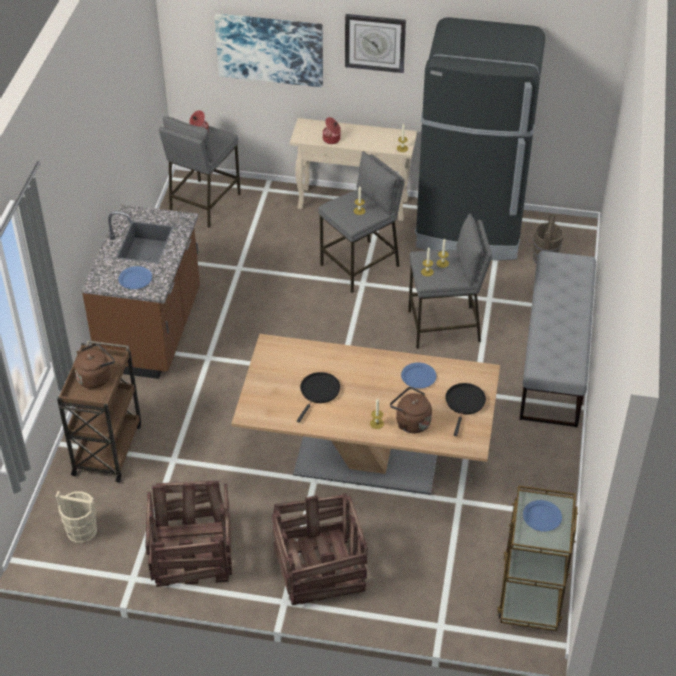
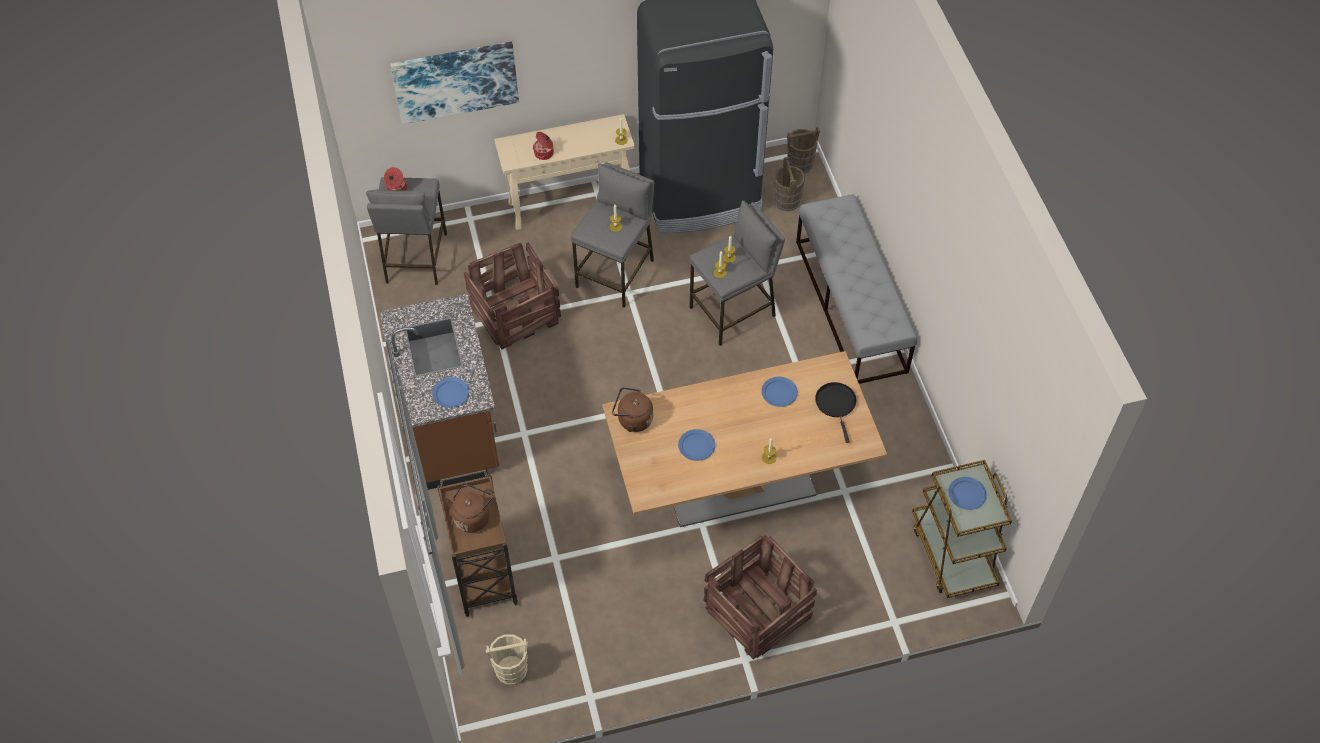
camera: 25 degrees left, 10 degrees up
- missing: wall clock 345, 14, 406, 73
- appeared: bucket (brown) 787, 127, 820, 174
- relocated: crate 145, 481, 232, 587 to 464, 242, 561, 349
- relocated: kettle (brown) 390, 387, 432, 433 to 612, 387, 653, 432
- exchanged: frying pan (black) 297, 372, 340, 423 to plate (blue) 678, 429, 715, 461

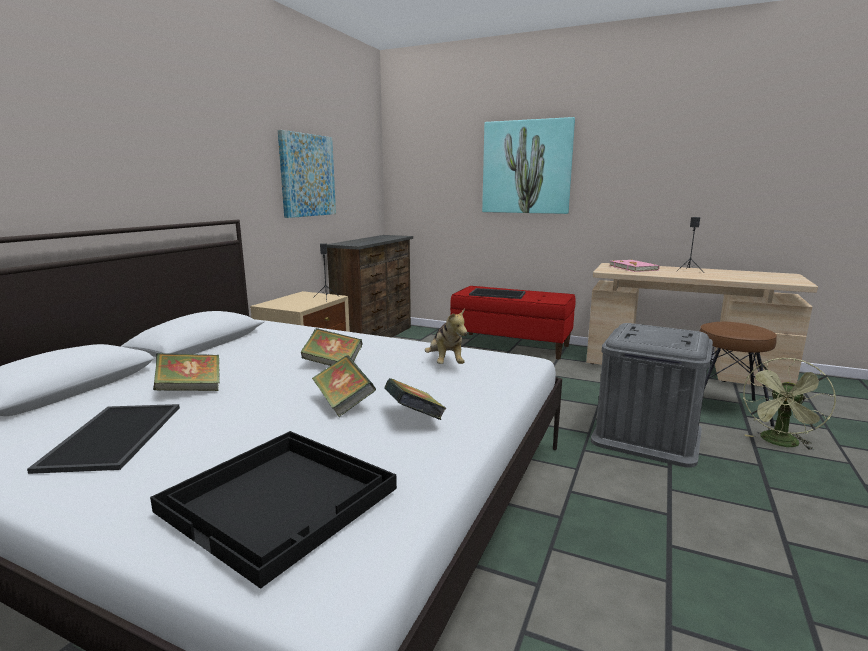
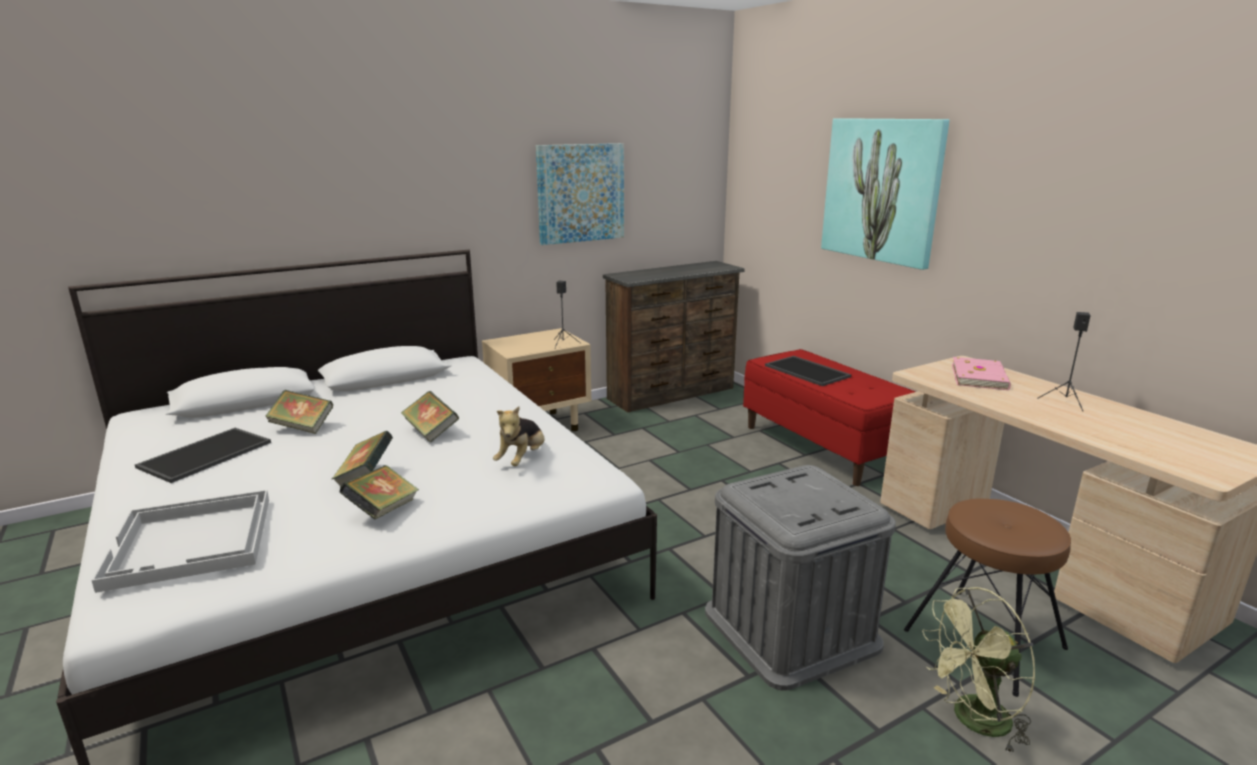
camera: 35 degrees right, 5 degrees up
- colour: tray (black) 150, 431, 397, 589 to tray (white) 91, 490, 269, 593

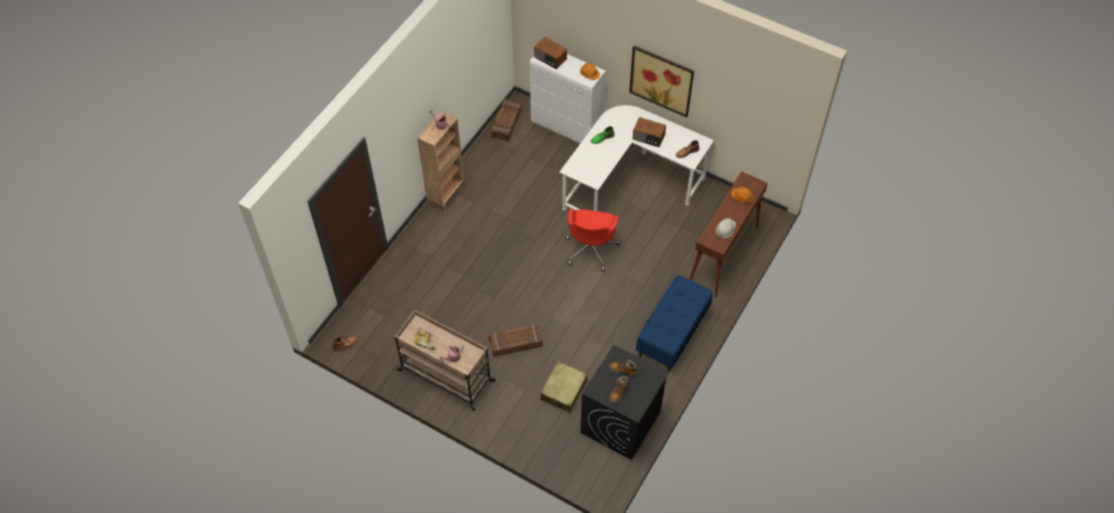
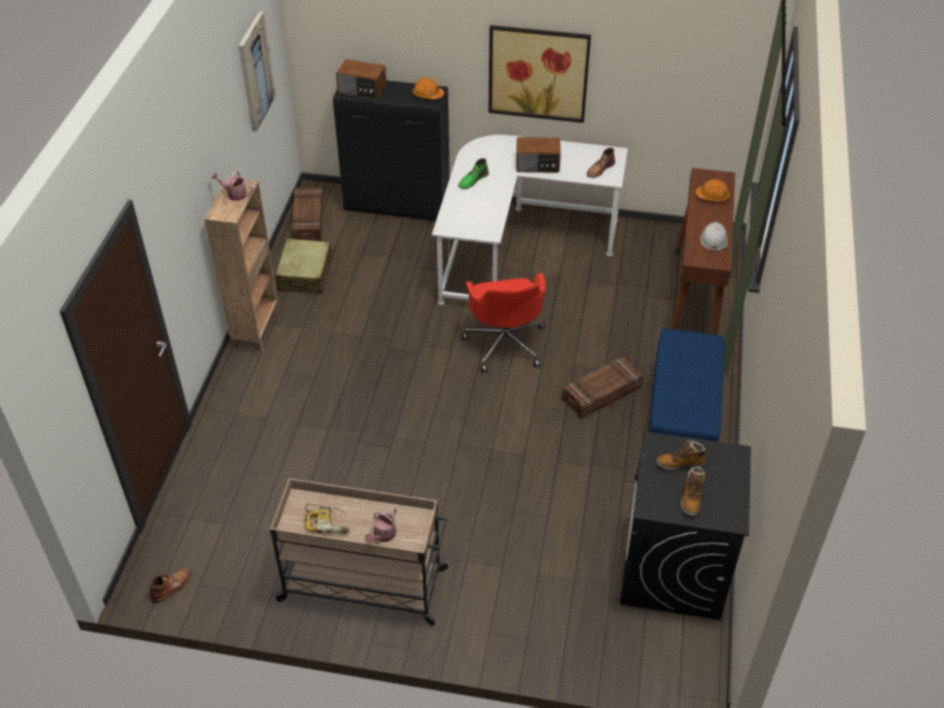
camera: 20 degrees left, 10 degrees down
- appeared: picture 238, 11, 276, 131
- relocated: crate 489, 324, 543, 357 to 562, 357, 644, 419
- relocated: suitcase (beige) 541, 361, 587, 413 to 276, 239, 332, 294
- colour: cabinet (white) 530, 54, 606, 144 to cabinet (black) 333, 80, 450, 221

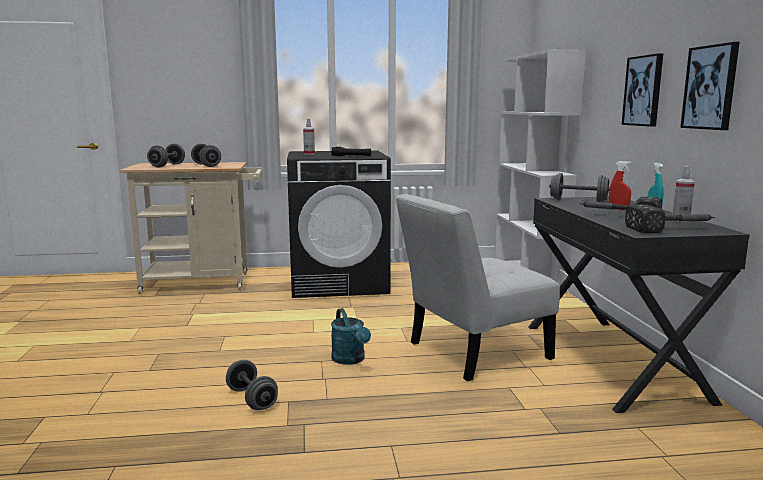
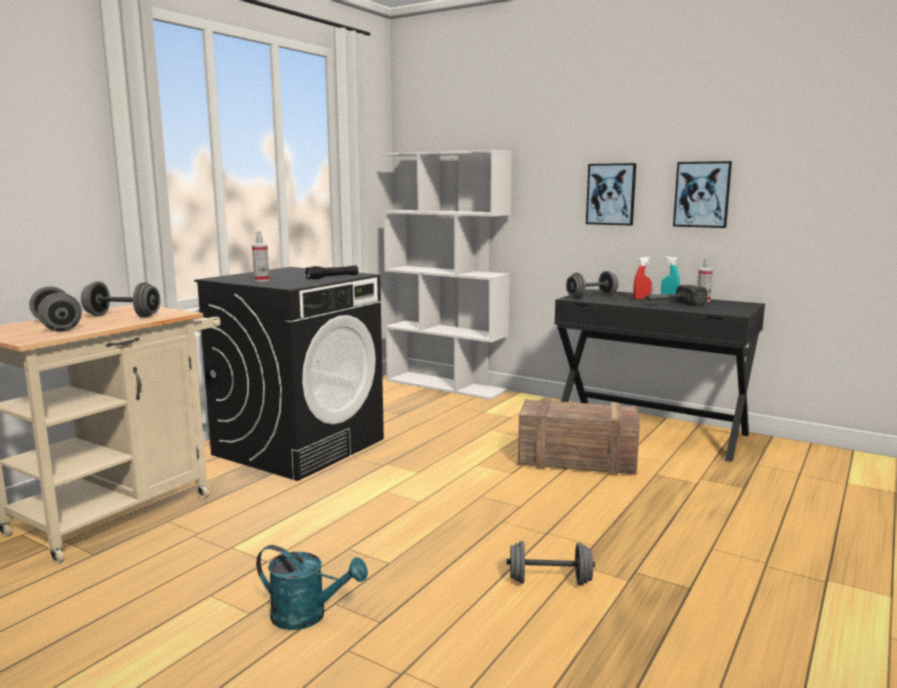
camera: 50 degrees left, 0 degrees up
- missing: hammer 625, 205, 715, 233
- relocated: watering can (turquoise) 331, 308, 371, 365 to 256, 545, 368, 630
- exchanged: chair (white) 396, 194, 560, 381 to crate 518, 398, 640, 476

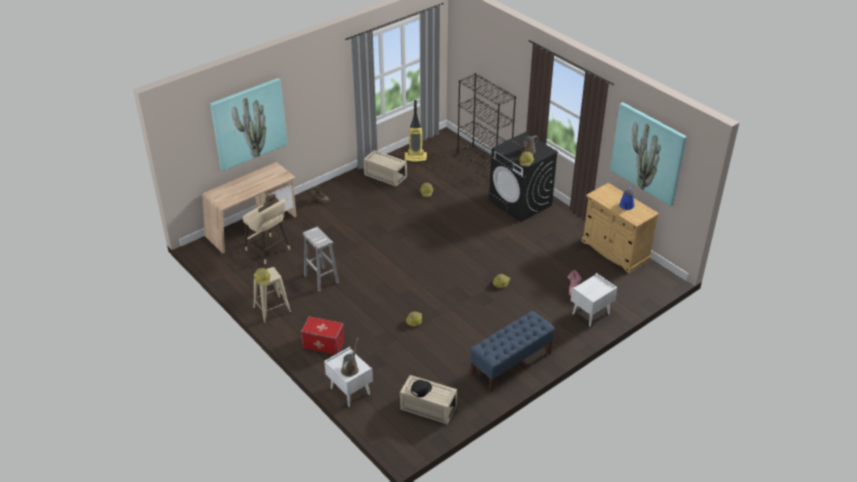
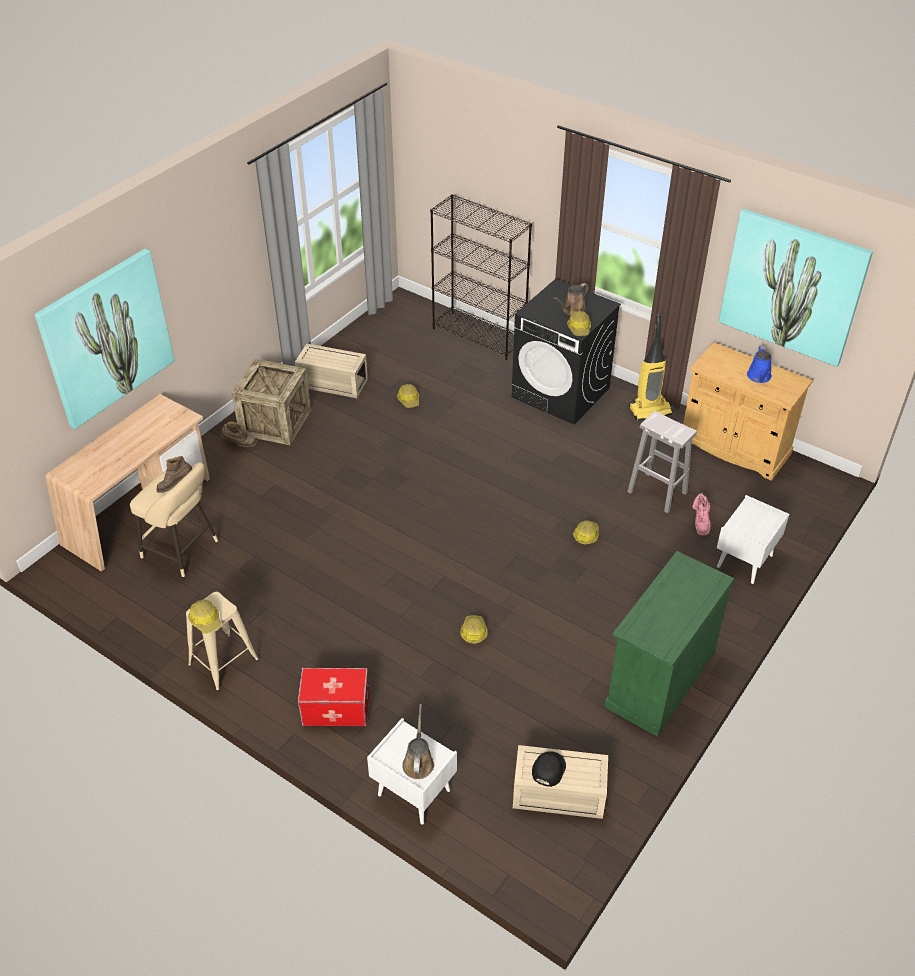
camera: 15 degrees left, 5 degrees up
- appeared: crate 232, 359, 311, 445
- relocated: stool (white) 303, 227, 339, 292 to 627, 411, 697, 513
- relocated: vacuum cleaner 404, 100, 427, 163 to 629, 314, 673, 421
- exchanged: bench (blue) 470, 311, 555, 392 to cabinet (green) 604, 551, 734, 736

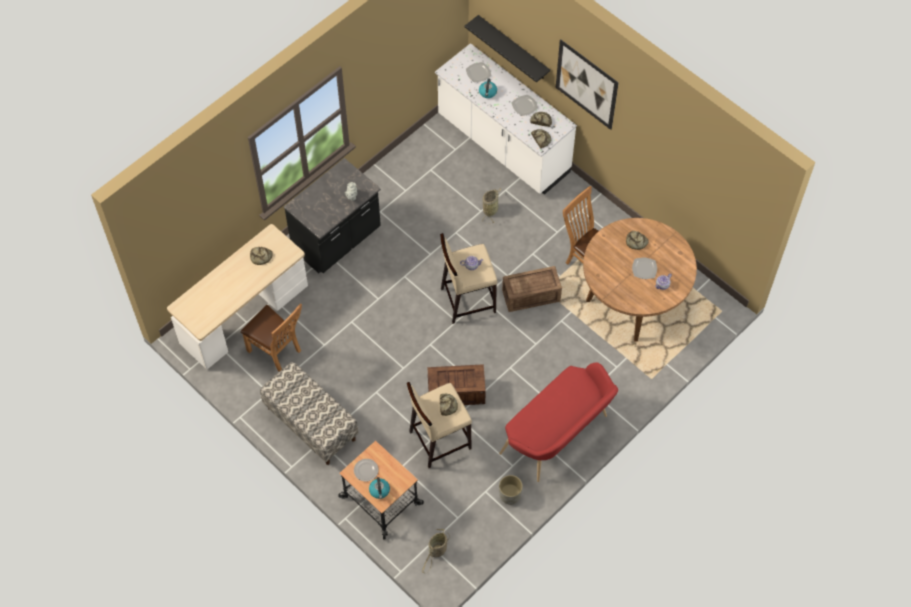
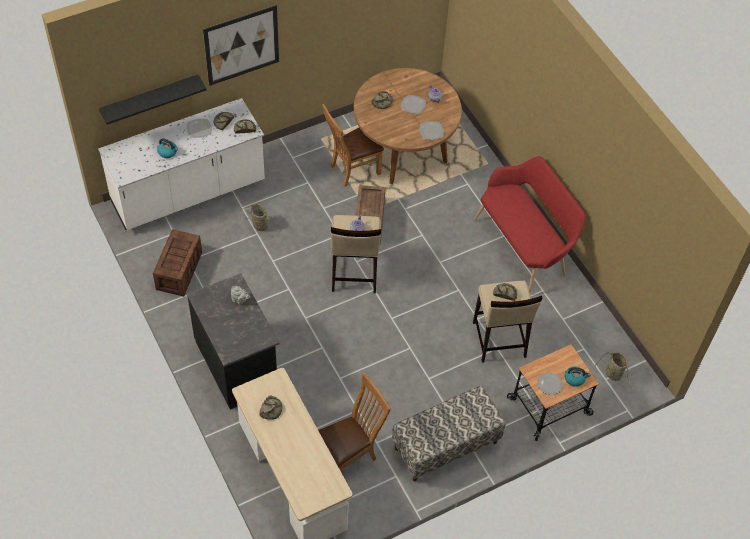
camera: 75 degrees left, 5 degrees down
- missing: planter (grey) 499, 475, 523, 505
- relocated: crate 428, 364, 486, 405 to 153, 229, 202, 297
- relocated: plate 466, 62, 491, 82 to 419, 121, 444, 140

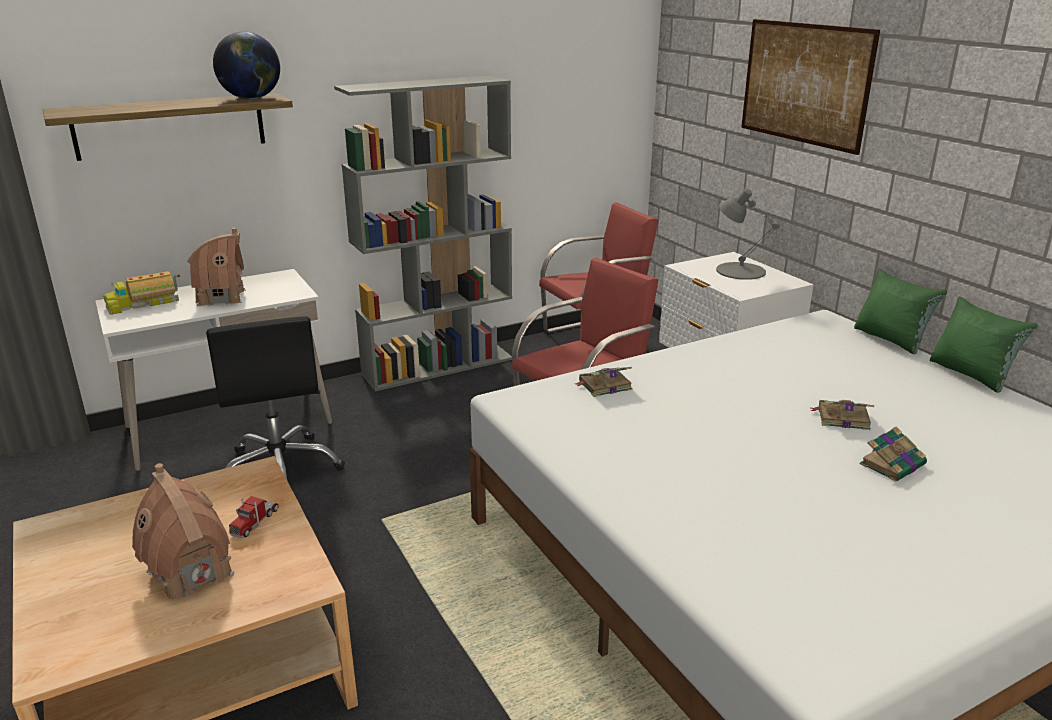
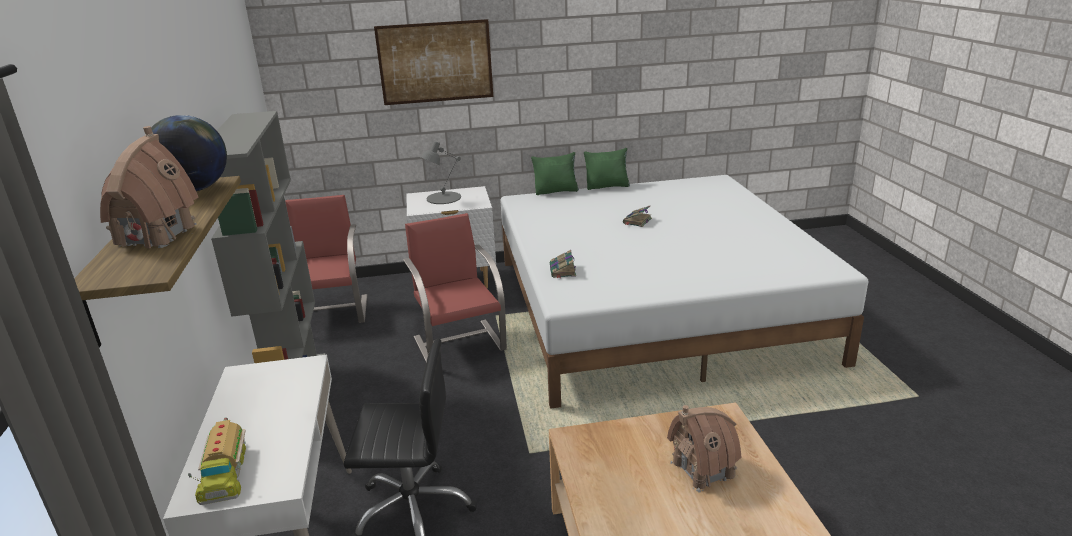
camera: 70 degrees left, 0 degrees up
- missing: toy truck 229, 496, 279, 538
- missing: book 860, 427, 927, 481
- relocated: toy house 187, 228, 246, 307 to 100, 126, 199, 248

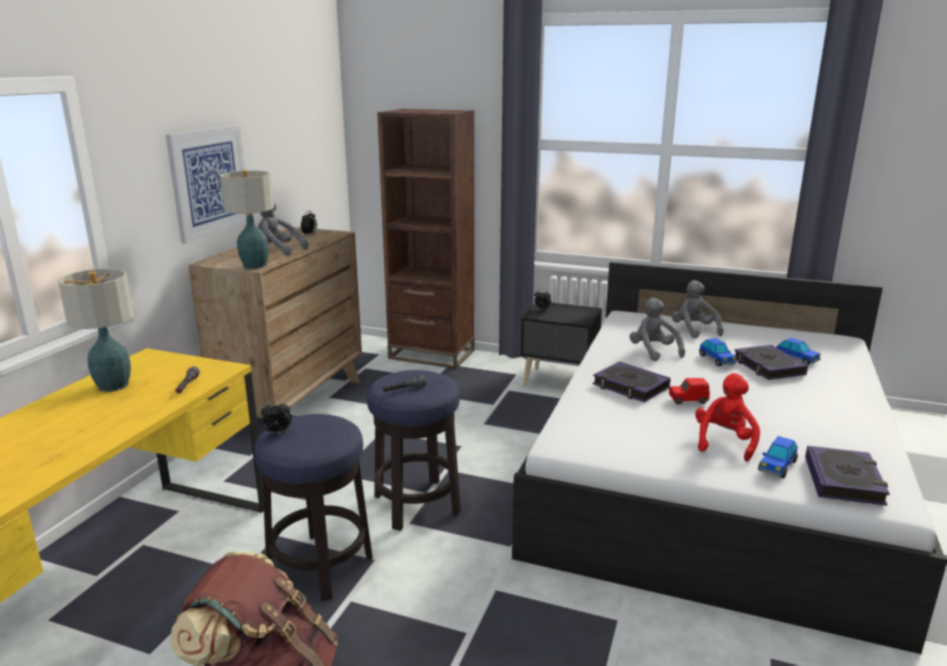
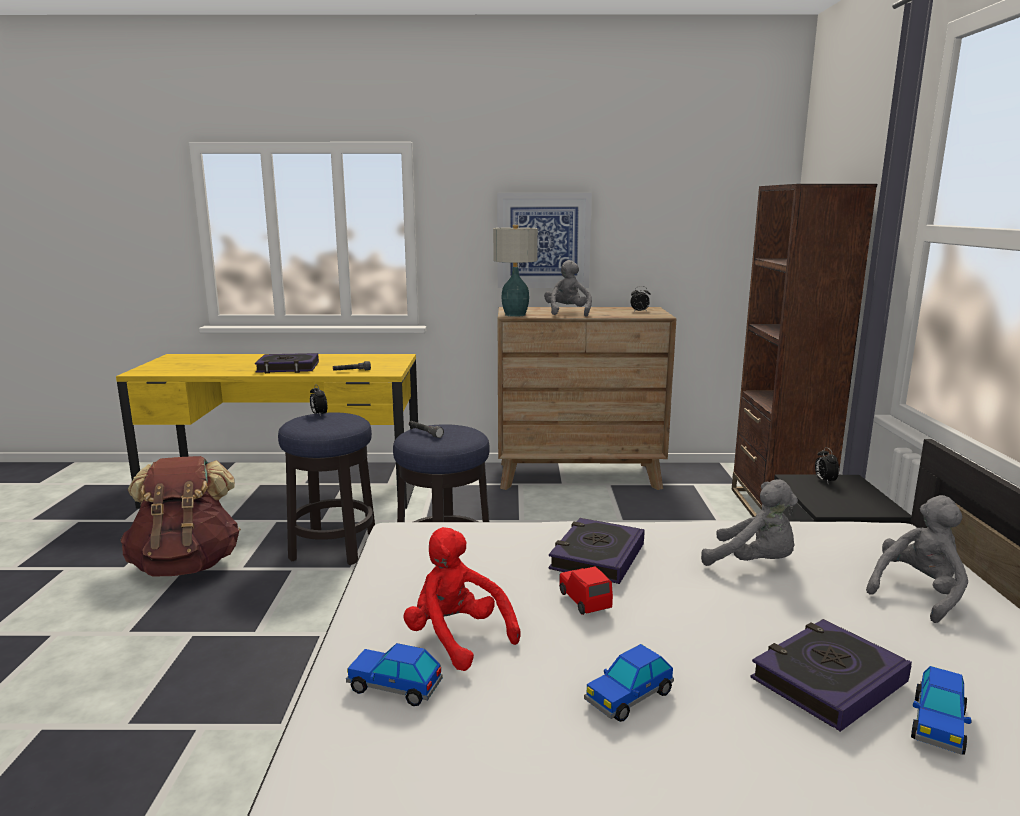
camera: 70 degrees right, 5 degrees down
- missing: table lamp 58, 268, 134, 392
- relocated: toy car 699, 338, 737, 366 to 584, 644, 674, 722
- relocated: book 805, 446, 890, 506 to 255, 353, 319, 373
- spun: plush toy (grey) 630, 298, 685, 361 = 701, 479, 798, 566 75 degrees clockwise
- spun: plush toy (red) 695, 373, 760, 461 = 404, 527, 521, 671 135 degrees counterclockwise

